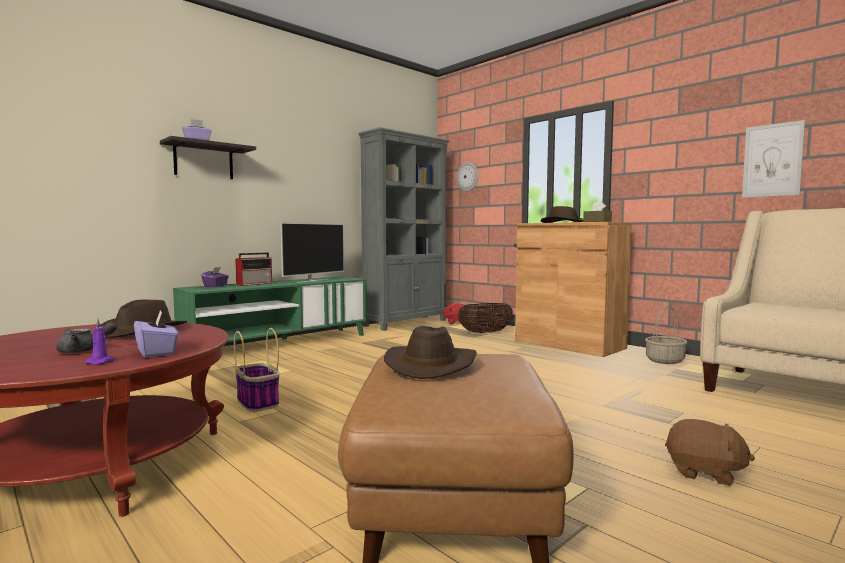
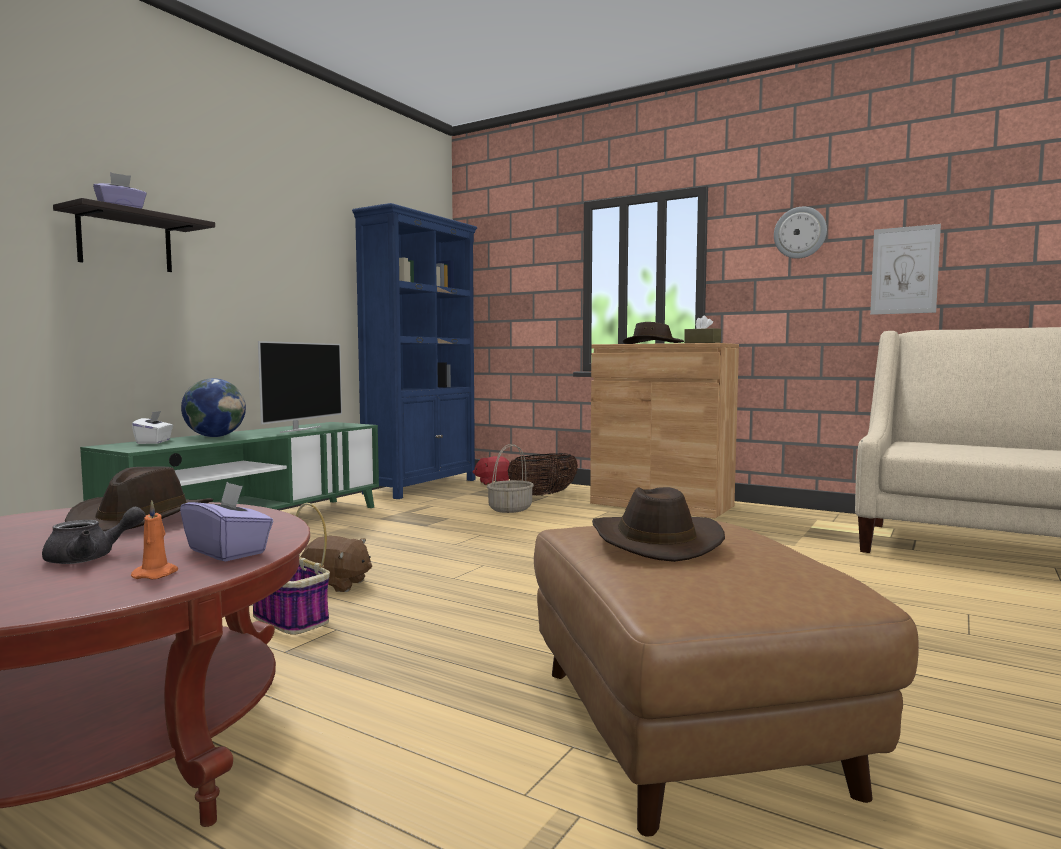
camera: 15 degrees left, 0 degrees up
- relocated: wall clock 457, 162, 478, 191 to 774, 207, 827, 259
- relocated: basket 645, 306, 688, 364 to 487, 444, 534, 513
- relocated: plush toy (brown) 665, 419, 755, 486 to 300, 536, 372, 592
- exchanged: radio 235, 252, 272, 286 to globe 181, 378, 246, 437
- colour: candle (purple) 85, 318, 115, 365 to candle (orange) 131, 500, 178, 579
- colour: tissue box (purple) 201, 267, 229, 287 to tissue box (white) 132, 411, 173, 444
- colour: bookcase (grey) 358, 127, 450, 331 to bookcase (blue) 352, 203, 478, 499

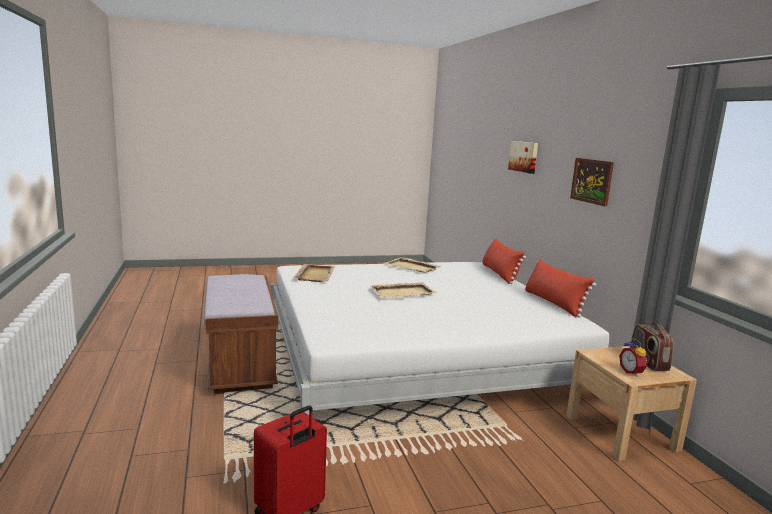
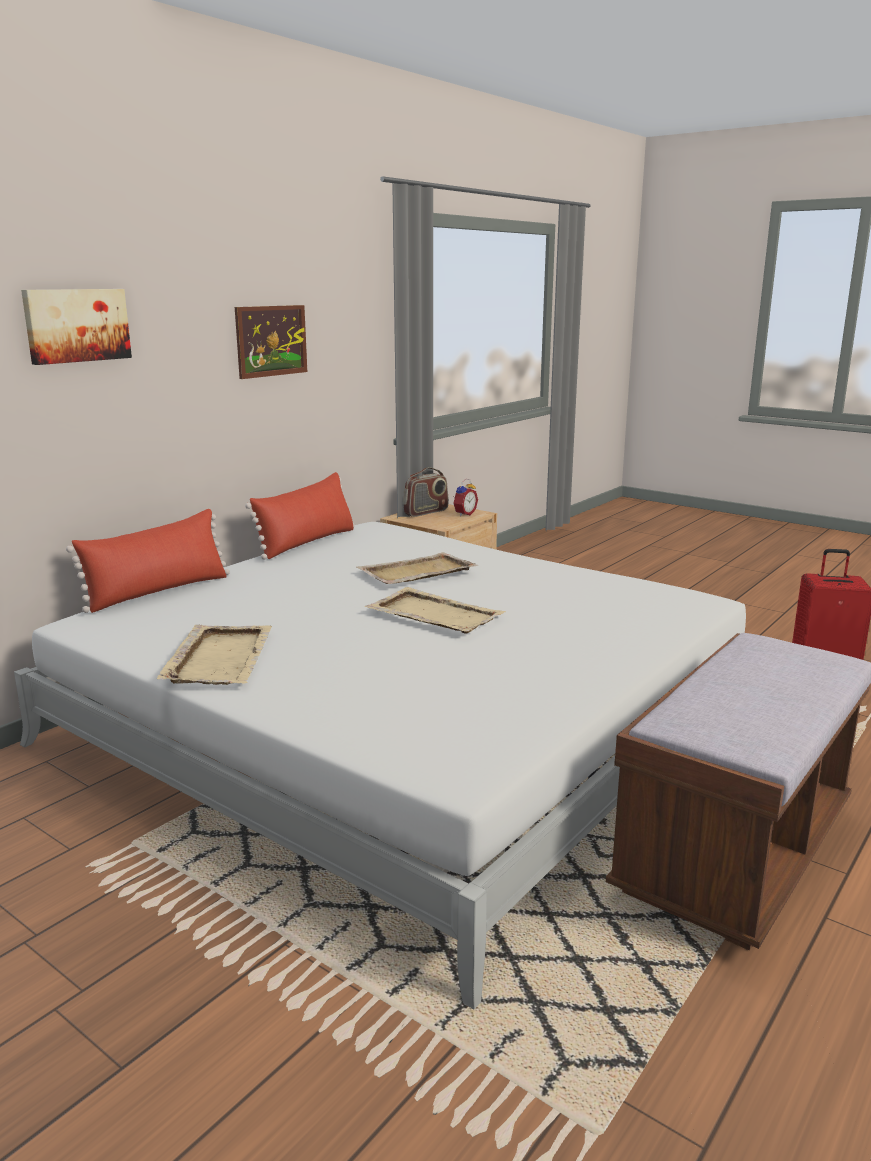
camera: 125 degrees left, 5 degrees up
- relocated: tray (beige) 294, 264, 335, 282 to 356, 552, 479, 584

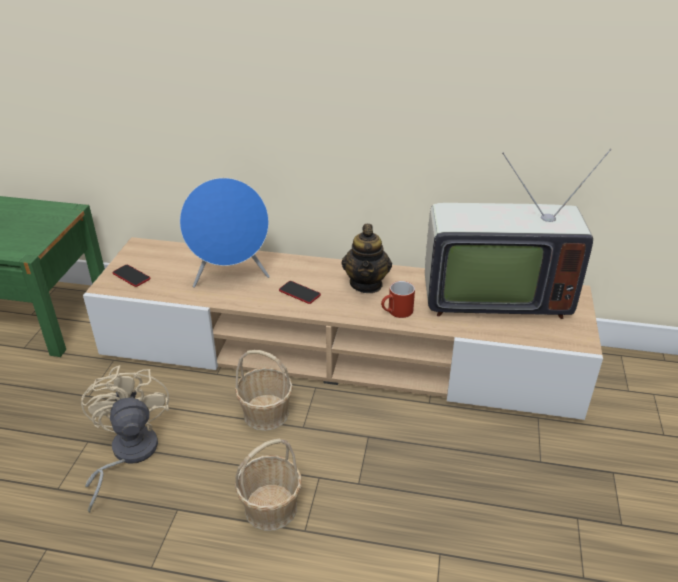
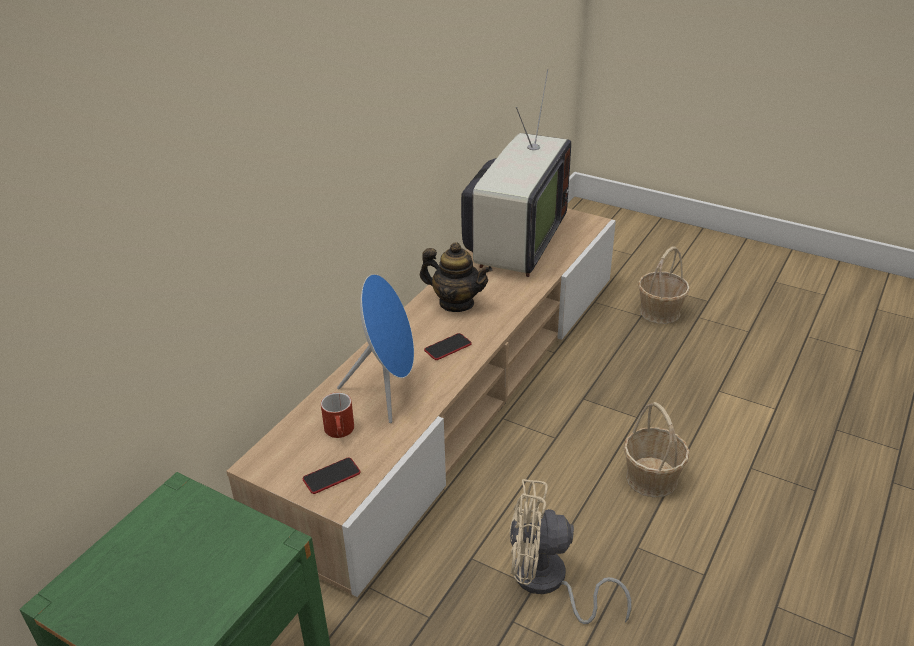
camera: 70 degrees left, 0 degrees up
- relocated: basket 235, 350, 293, 431 to 638, 247, 690, 324
- relocated: mug (red) 381, 281, 415, 318 to 321, 393, 354, 438

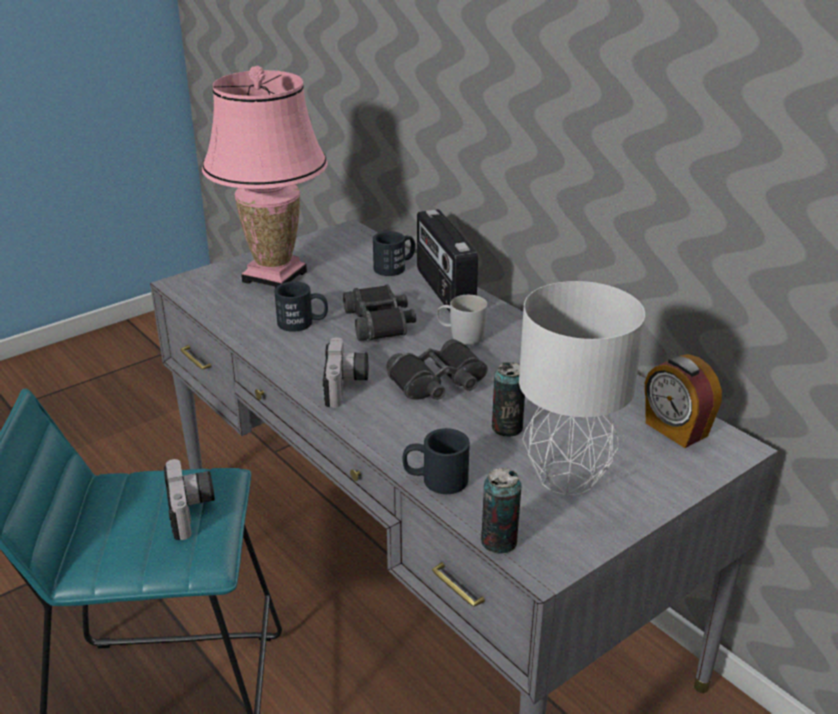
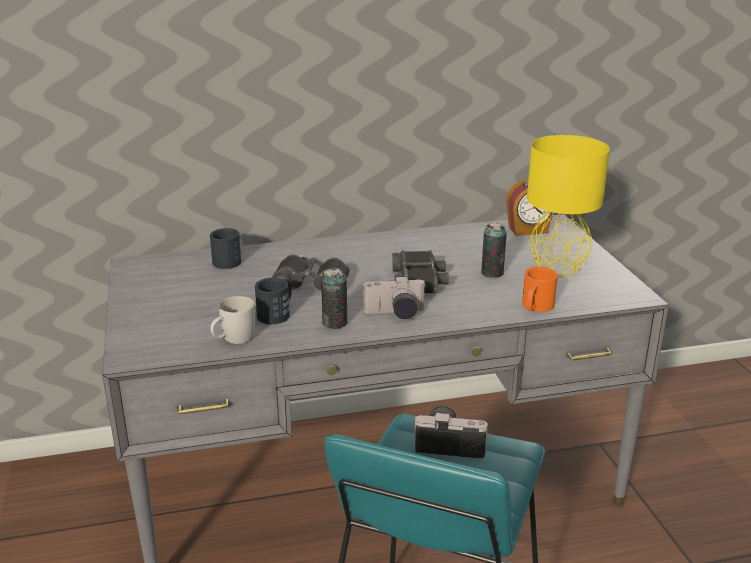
camera: 65 degrees left, 5 degrees down
- missing: table lamp (pink) 202, 66, 328, 288
- missing: radio 417, 209, 478, 312
- relocated: mug (white) 437, 295, 487, 345 to 210, 296, 255, 344
- relocated: can 481, 468, 521, 554 to 321, 268, 348, 329
- colour: mug (black) 403, 428, 470, 494 to mug (orange) 522, 267, 558, 312
- colour: table lamp (grey) 519, 281, 645, 496 to table lamp (yellow) 527, 135, 610, 278
- spun: photo camera 323, 337, 368, 408 = 363, 276, 425, 319 150 degrees clockwise

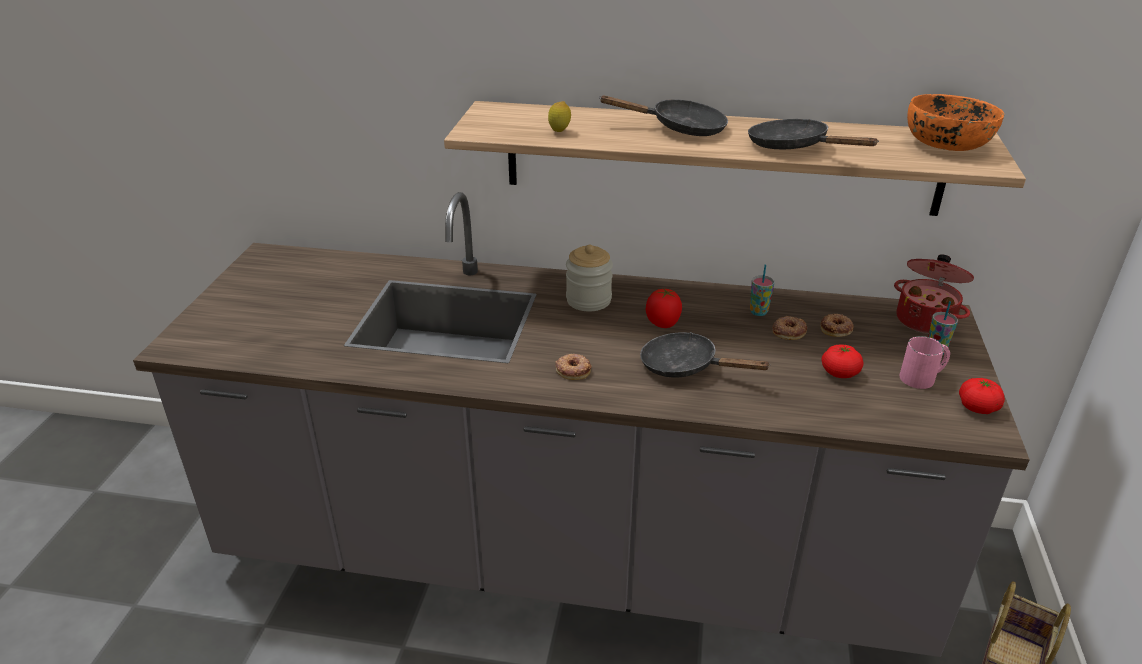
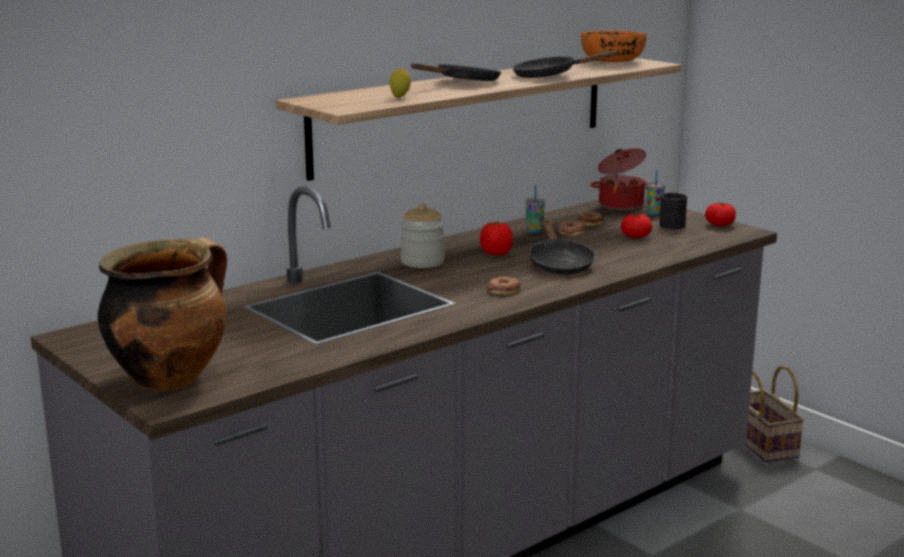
camera: 50 degrees left, 15 degrees down
- appeared: cooking pot 98, 237, 227, 391
- colour: mug (pink) 900, 336, 950, 389 to mug (black) 660, 193, 687, 229
- spun: frying pan (black) 640, 332, 771, 378 = 529, 220, 595, 274 75 degrees counterclockwise

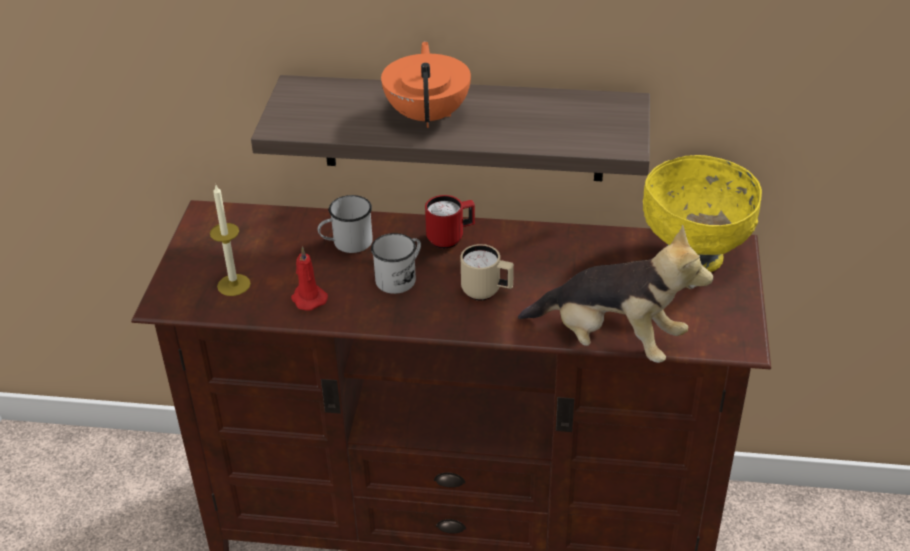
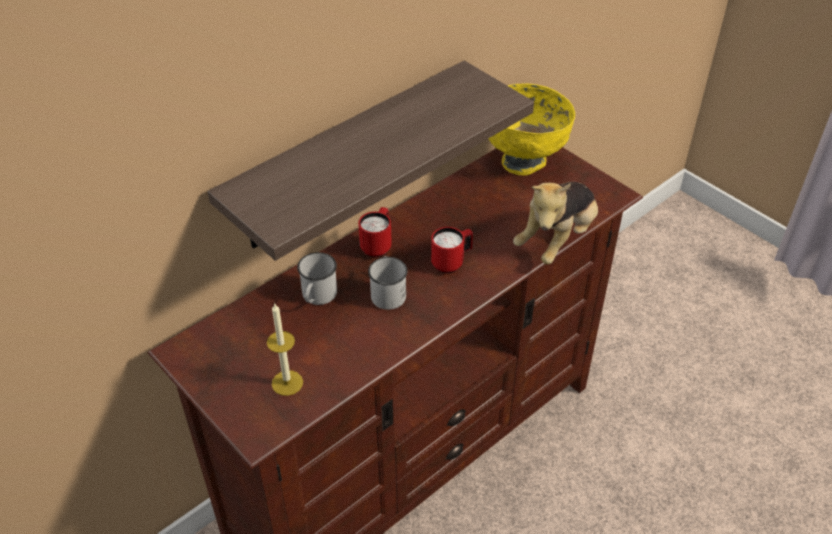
camera: 50 degrees left, 5 degrees up
- missing: candle (red) 291, 247, 328, 311
- missing: teapot (orange) 381, 41, 471, 128
- colour: mug (beige) 461, 244, 514, 301 to mug (red) 431, 227, 473, 273
- spun: plush toy 518, 225, 713, 363 = 513, 182, 598, 264 150 degrees clockwise

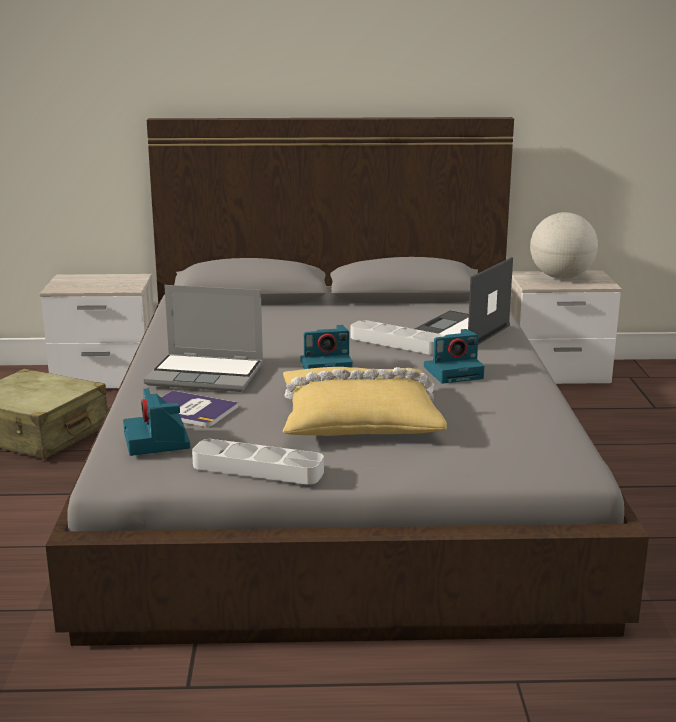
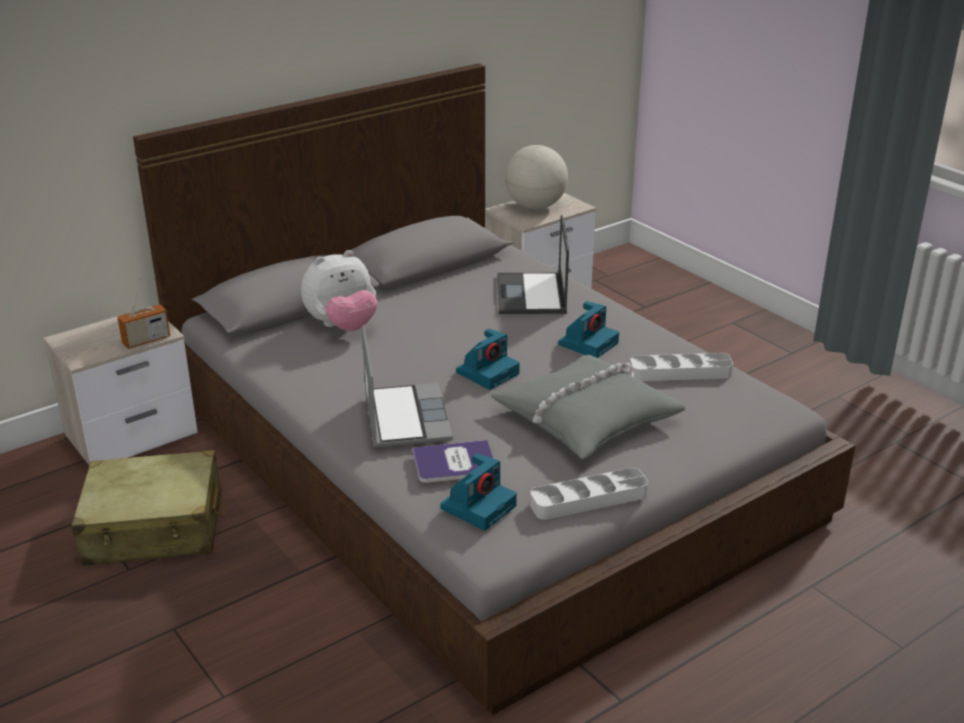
camera: 35 degrees left, 10 degrees up
- appeared: radio 117, 277, 170, 349
- appeared: plush toy 301, 250, 377, 331
- relocated: tray (grey) 351, 320, 444, 355 to 630, 353, 733, 381
- colour: pillow (yellow) 283, 367, 447, 436 to pillow (grey) 491, 355, 686, 459
- spun: photo camera 123, 388, 190, 456 = 441, 453, 517, 531 90 degrees counterclockwise
- spun: laptop 144, 285, 263, 392 = 362, 325, 453, 448 75 degrees counterclockwise

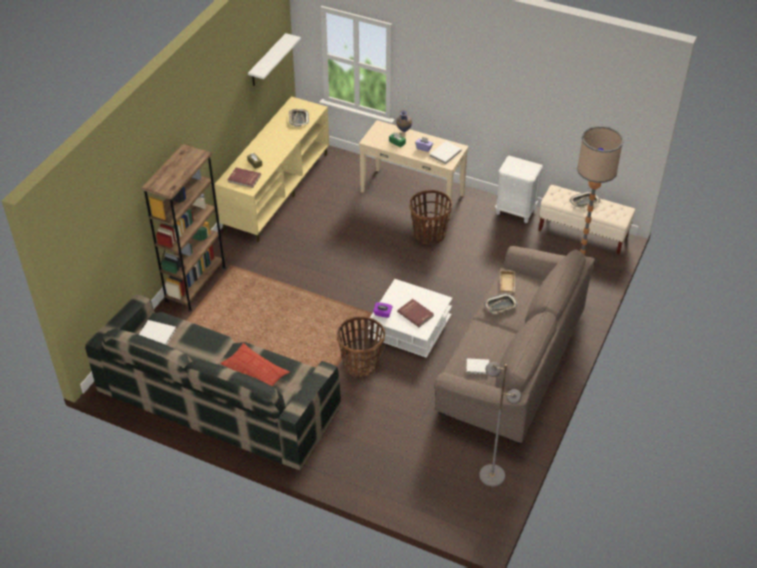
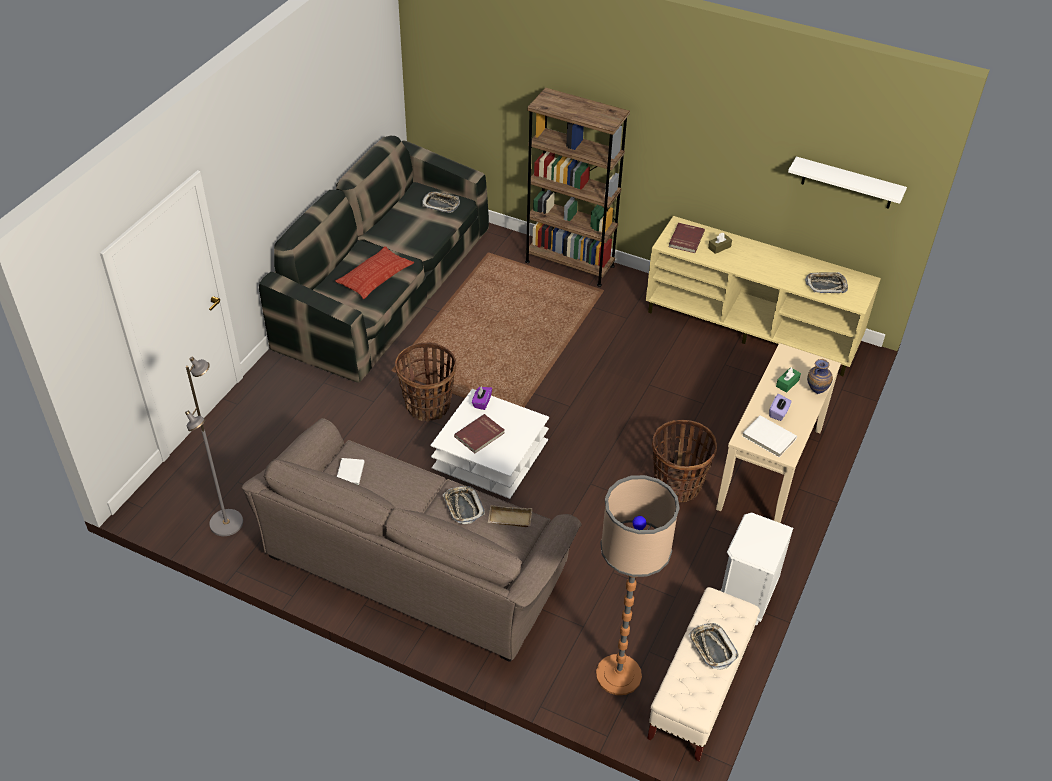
camera: 90 degrees right, 0 degrees up
- exchanged: book (white) 139, 320, 176, 345 to tray 422, 191, 460, 213

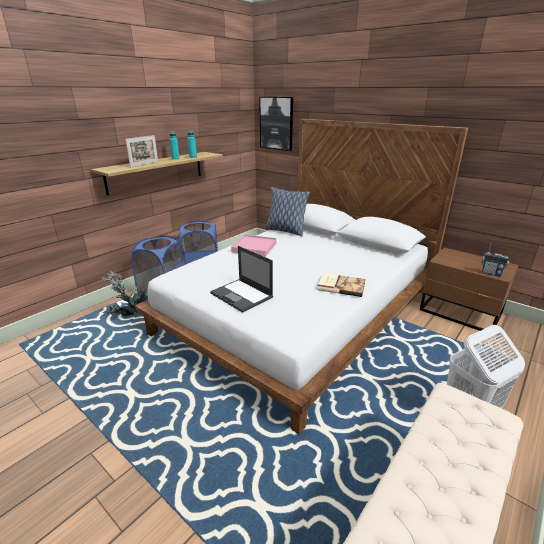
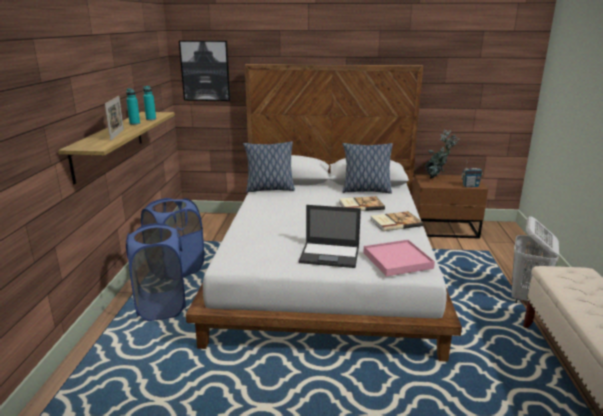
camera: 35 degrees left, 5 degrees down
- appeared: book 339, 196, 385, 211
- appeared: pillow 342, 143, 393, 194
- relocated: potted plant 102, 270, 148, 316 to 425, 130, 460, 179
- relocated: tray (pink) 231, 235, 277, 257 to 363, 240, 435, 277

